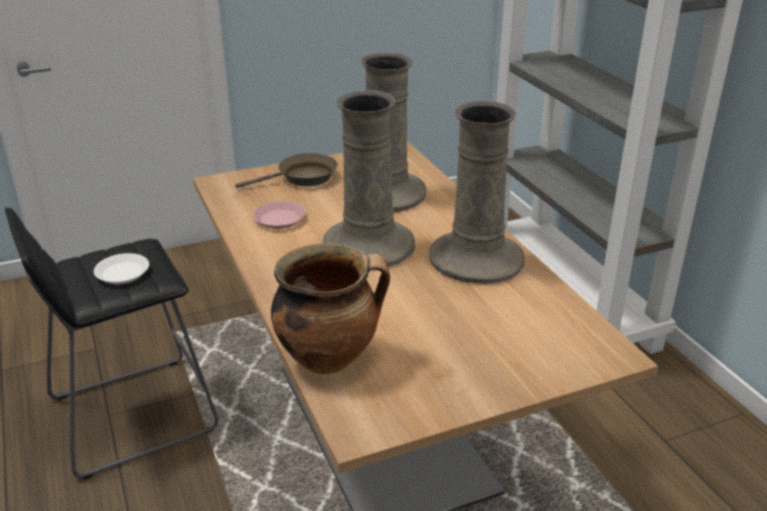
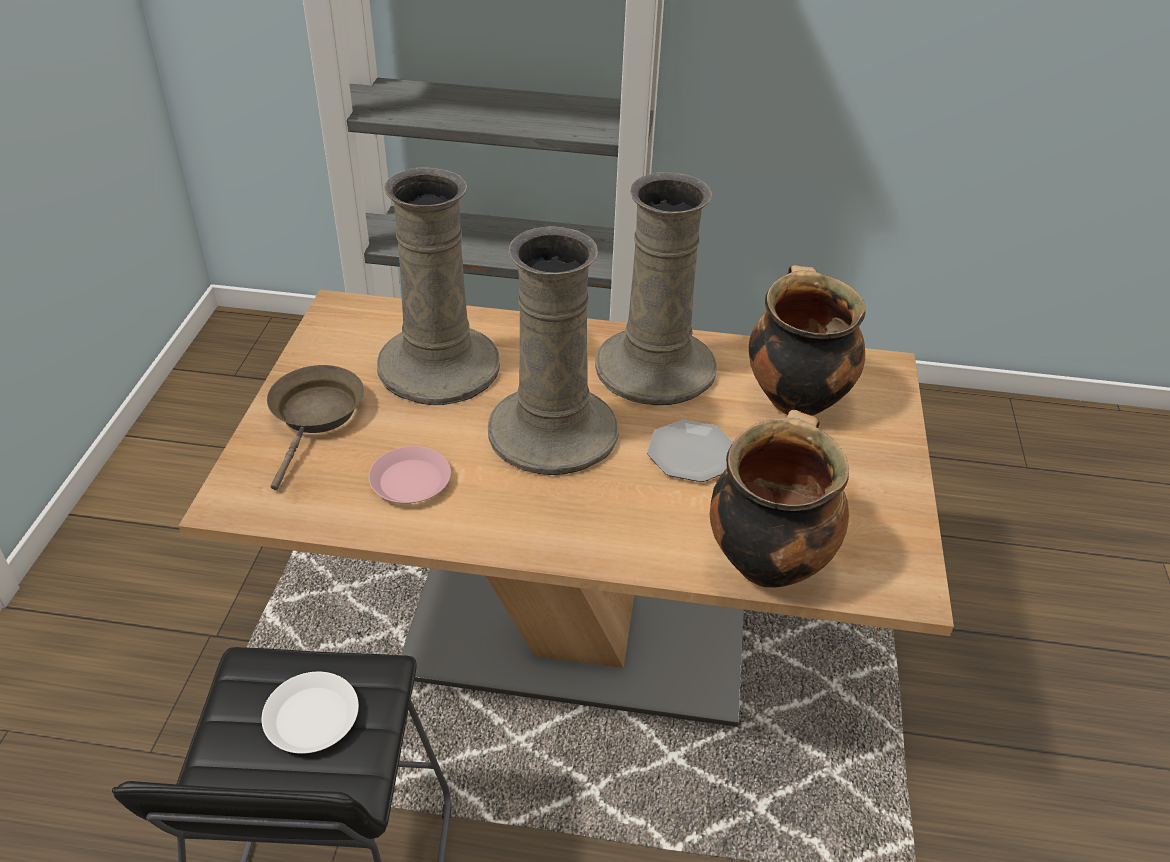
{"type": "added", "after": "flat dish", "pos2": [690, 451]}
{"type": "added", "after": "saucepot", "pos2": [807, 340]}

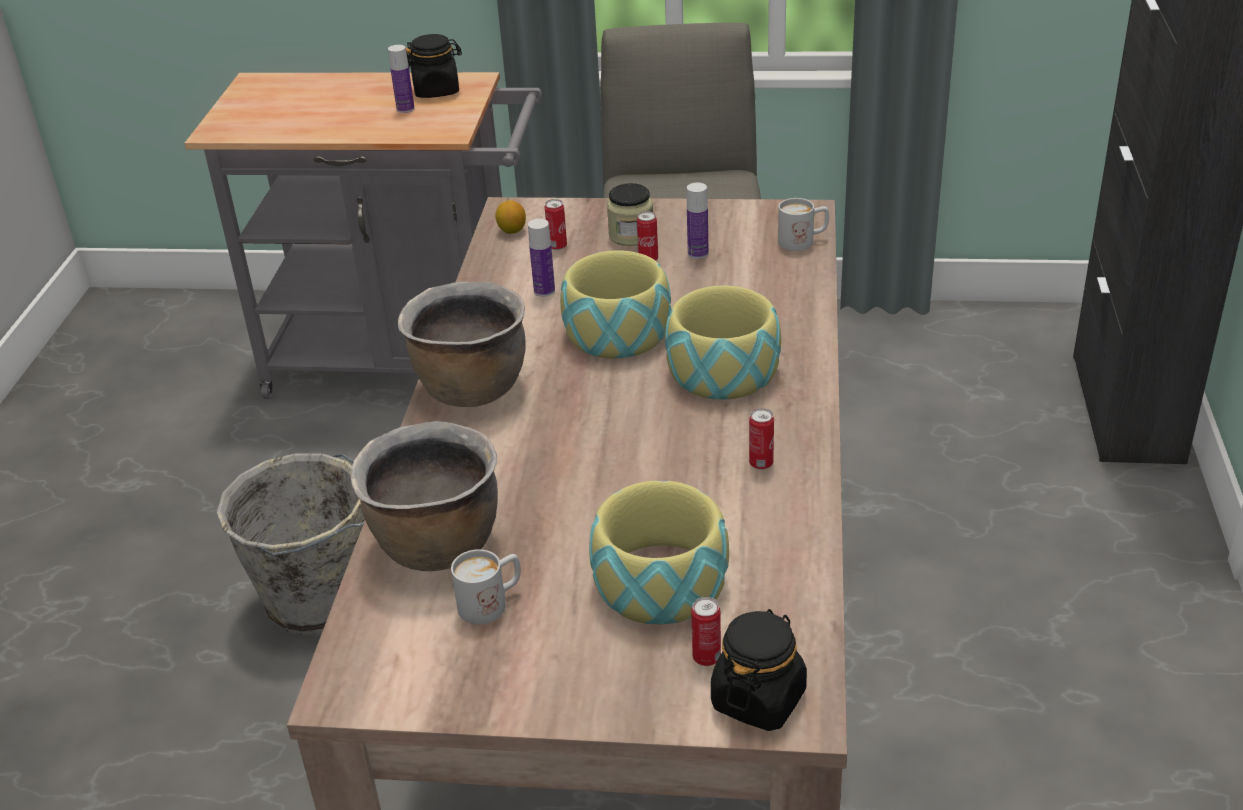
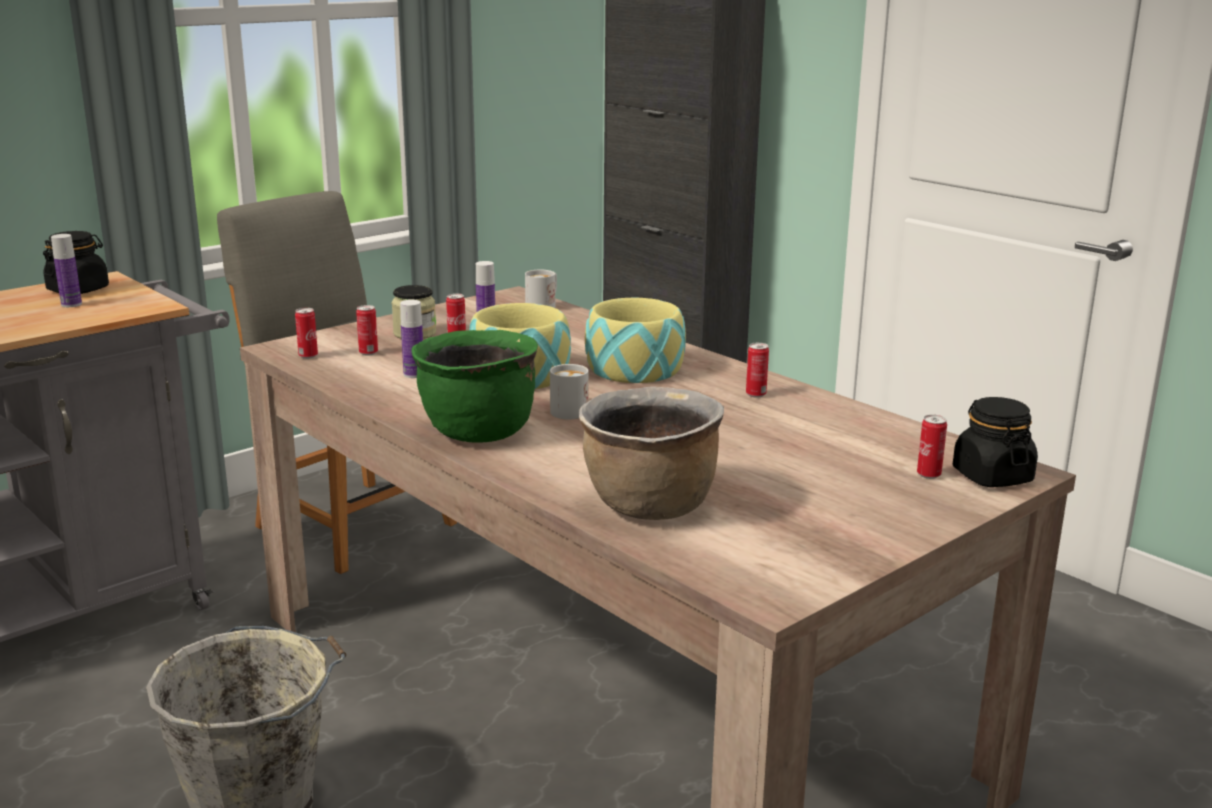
{"type": "recoloured", "before": "brown-coloured saucepot", "after": "greenish saucepot", "pos1": [462, 344], "pos2": [475, 386]}
{"type": "moved", "before": "white mug", "pos1": [486, 586], "pos2": [569, 391]}
{"type": "replaced", "before": "lemon", "after": "metal can", "pos1": [510, 217], "pos2": [306, 333]}
{"type": "removed", "before": "bowl", "pos1": [659, 552]}

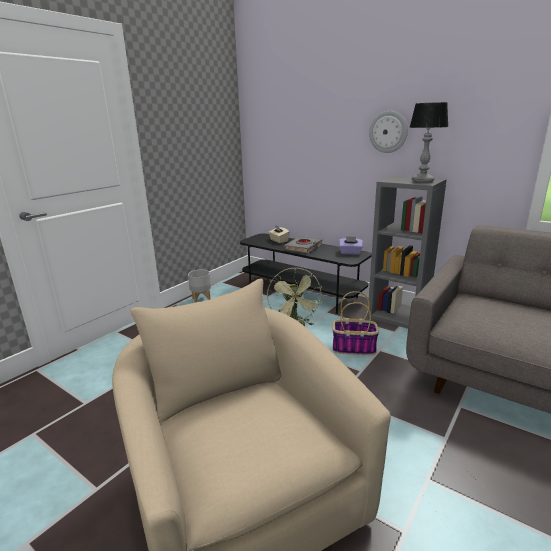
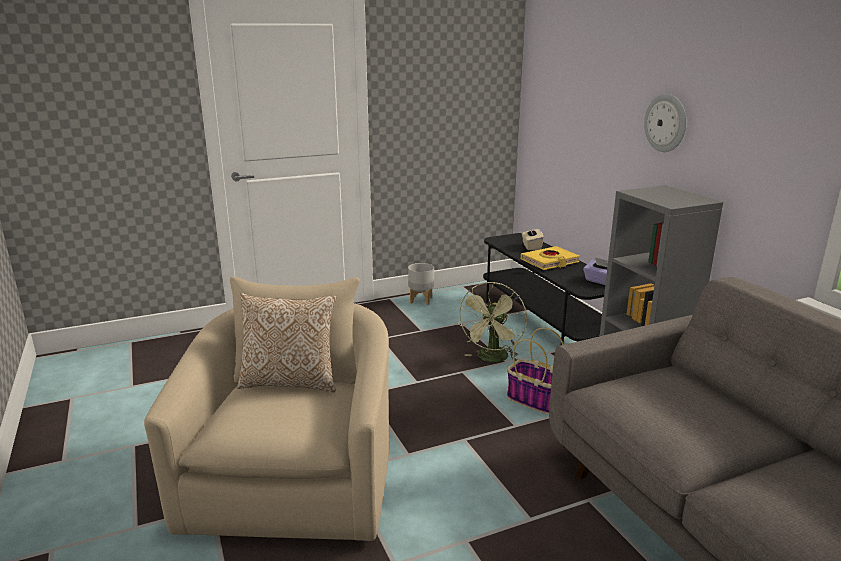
{"type": "recoloured", "before": "gray volume", "after": "yellow-coloured volume", "pos1": [303, 244], "pos2": [550, 258]}
{"type": "removed", "before": "table lamp", "pos1": [429, 142]}
{"type": "added", "after": "cushion", "pos2": [287, 343]}

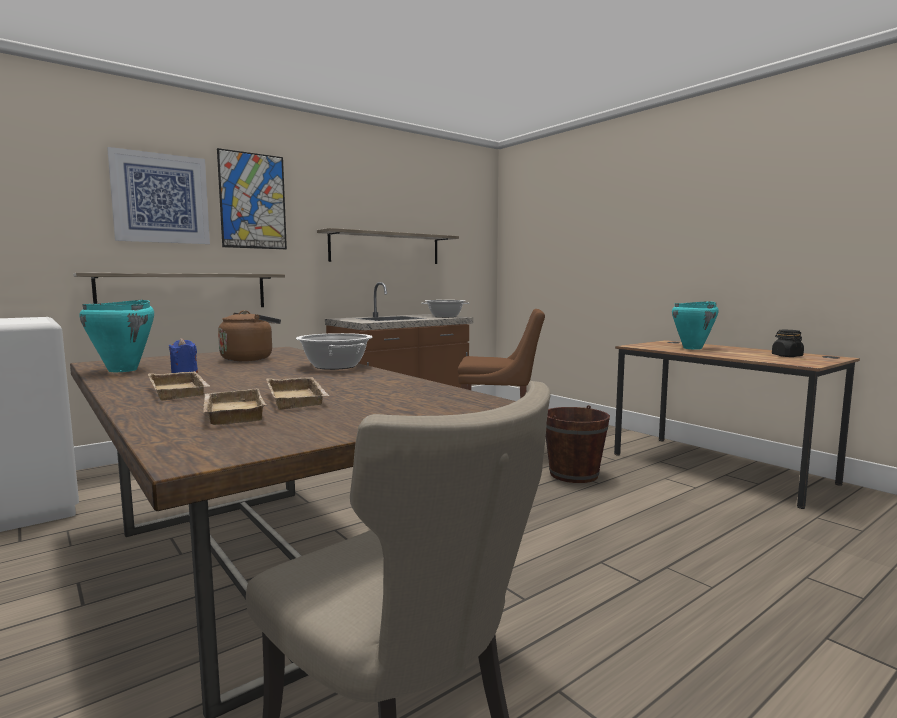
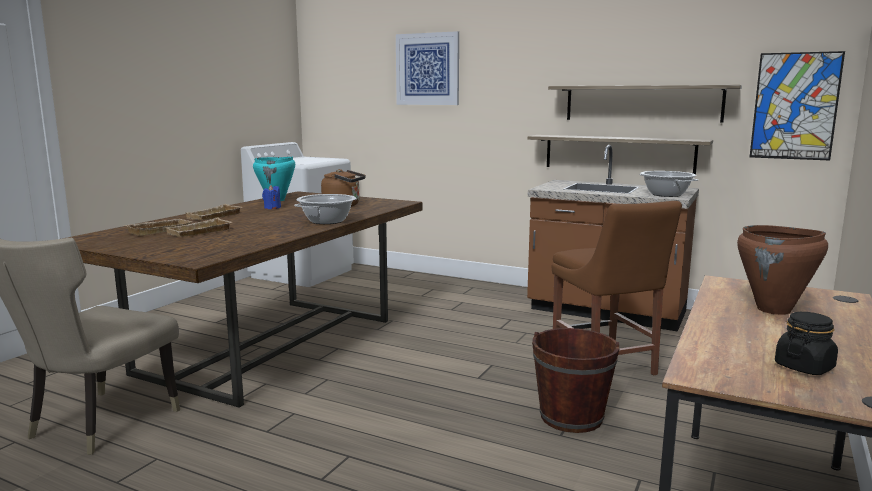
{"type": "moved", "before": "bracket shelf", "pos1": [179, 290], "pos2": [620, 154]}
{"type": "moved", "before": "wall art", "pos1": [252, 198], "pos2": [797, 105]}
{"type": "recoloured", "before": "turquoise saucepot", "after": "brown-coloured saucepot", "pos1": [695, 325], "pos2": [782, 270]}

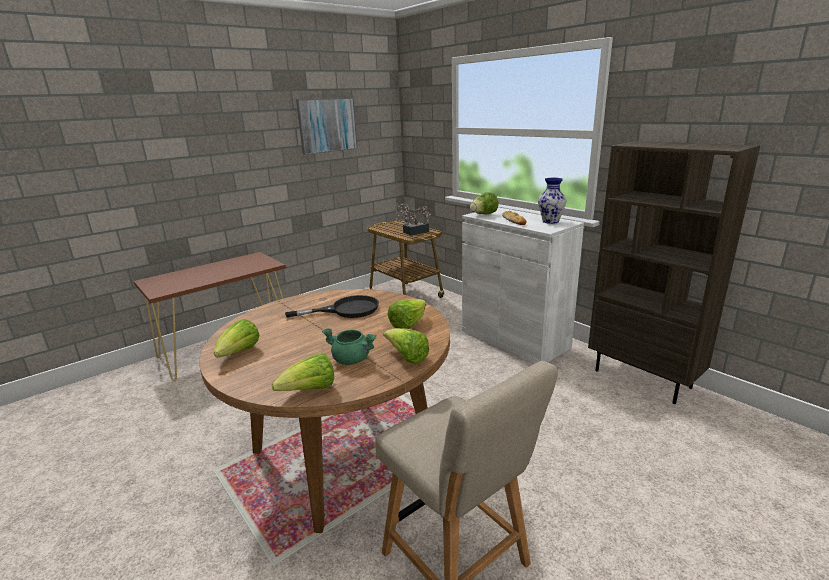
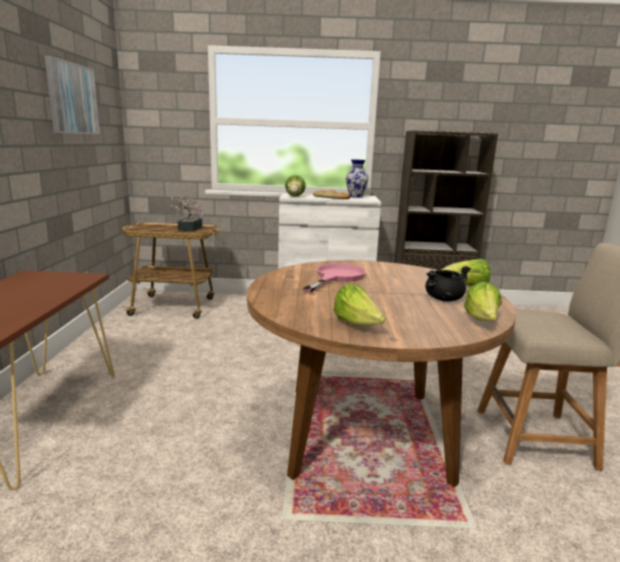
{"type": "recoloured", "before": "black skillet", "after": "pink skillet", "pos1": [332, 306], "pos2": [334, 278]}
{"type": "recoloured", "before": "greenish saucepot", "after": "black saucepot", "pos1": [349, 346], "pos2": [448, 284]}
{"type": "removed", "before": "lettuce head", "pos1": [406, 314]}

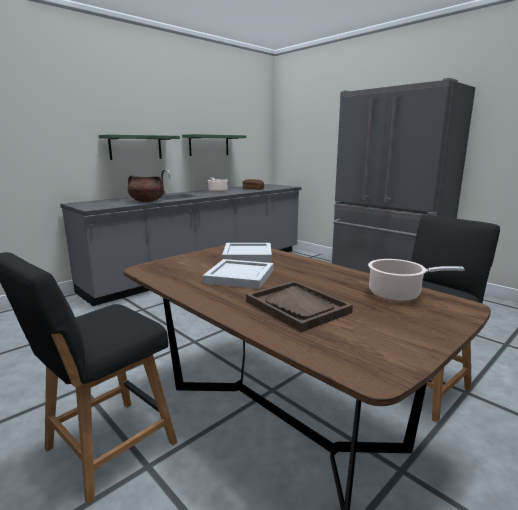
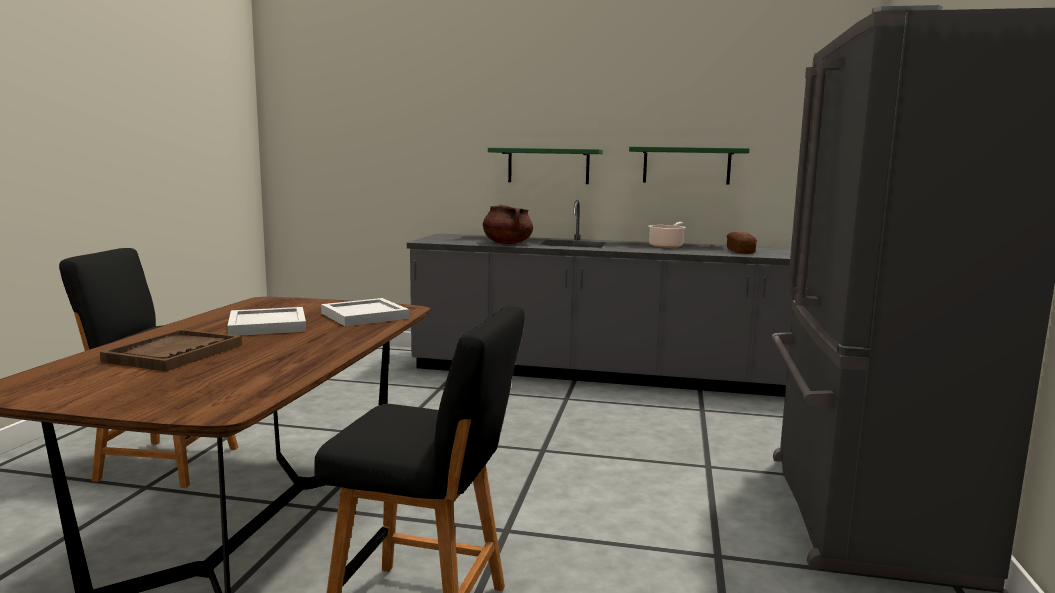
{"type": "removed", "before": "saucepot", "pos1": [416, 280]}

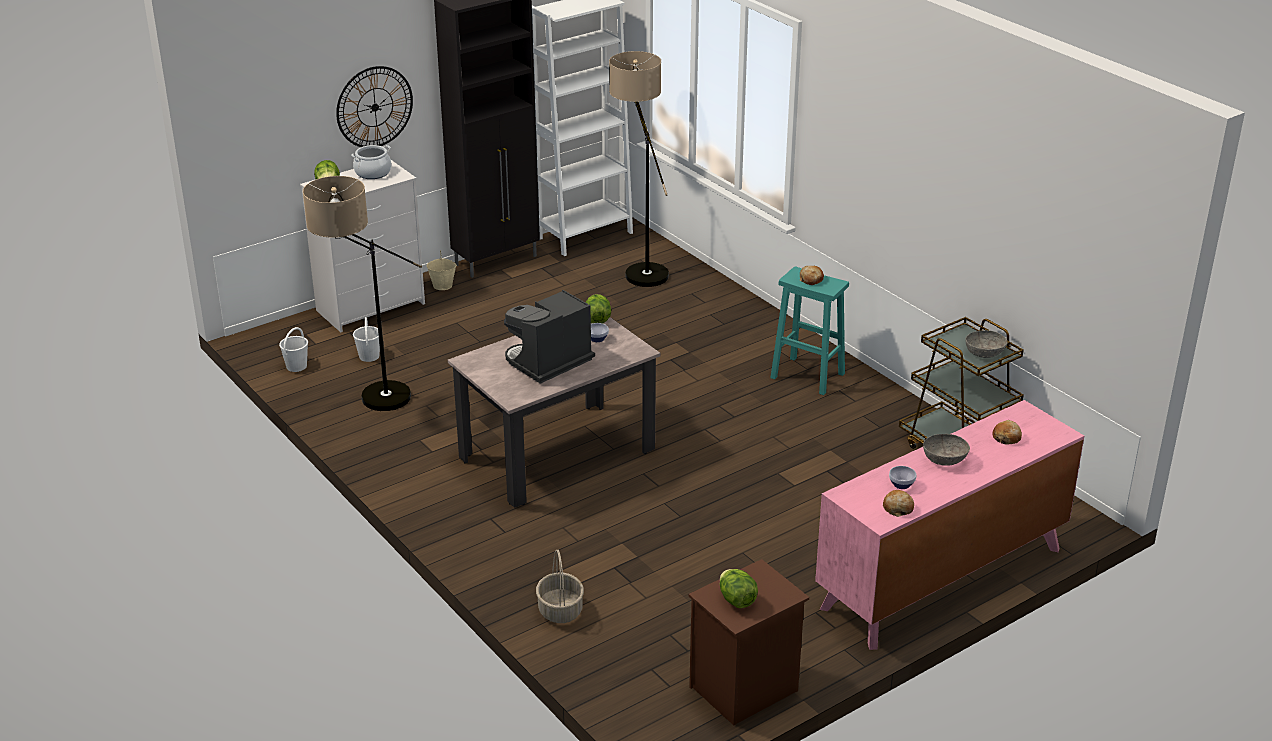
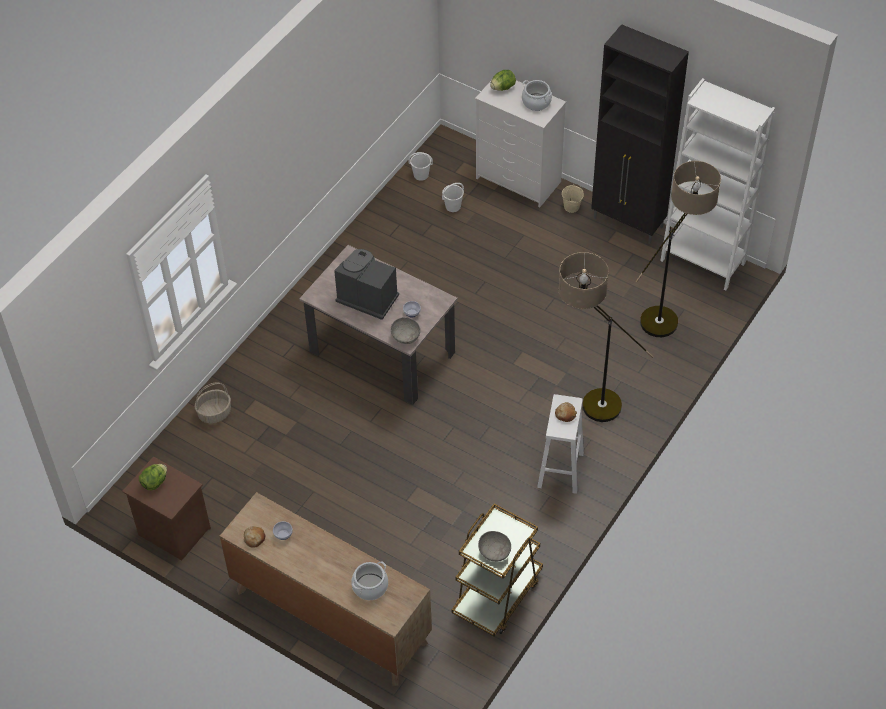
{"type": "moved", "before": "standing lamp", "pos1": [362, 293], "pos2": [606, 337]}
{"type": "removed", "before": "hanging clock", "pos1": [374, 106]}
{"type": "removed", "before": "lettuce head", "pos1": [598, 308]}
{"type": "recoloured", "before": "turquoise stool seat", "after": "white stool seat", "pos1": [809, 331], "pos2": [560, 444]}
{"type": "recoloured", "before": "pink dresser", "after": "brown-coloured dresser", "pos1": [949, 525], "pos2": [326, 588]}
{"type": "moved", "before": "gray bowl", "pos1": [946, 450], "pos2": [405, 330]}
{"type": "replaced", "before": "bakery bread", "after": "saucepot", "pos1": [1007, 432], "pos2": [369, 580]}

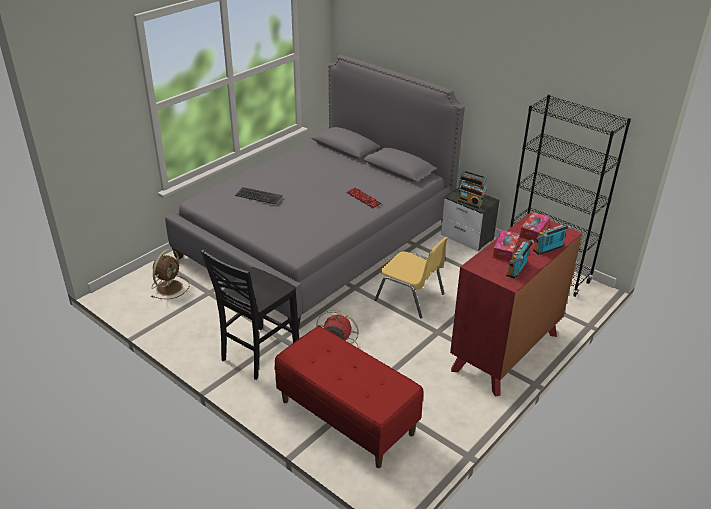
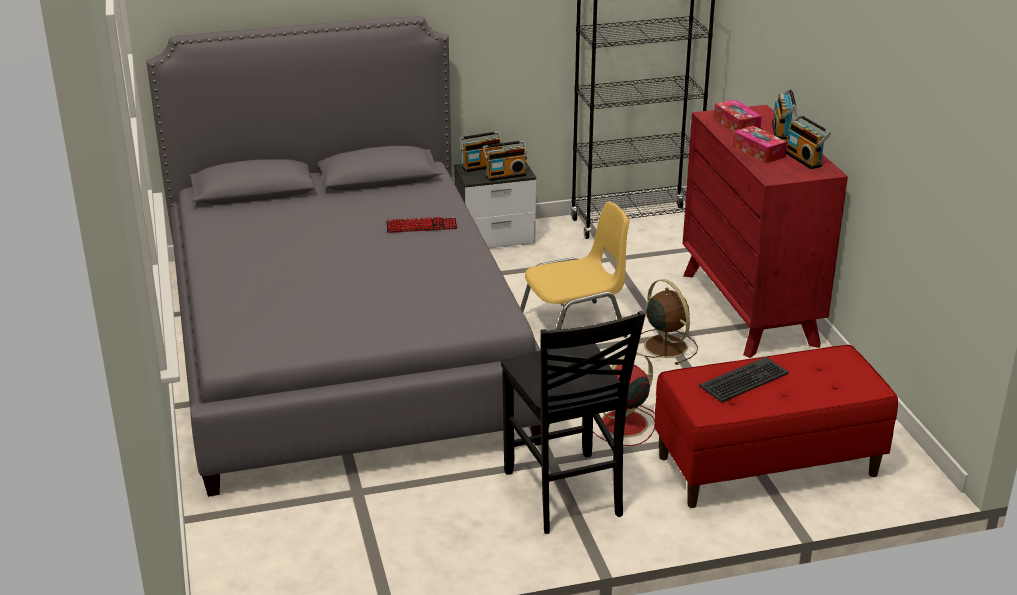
{"type": "moved", "before": "brown-coloured electric fan", "pos1": [170, 274], "pos2": [667, 322]}
{"type": "moved", "before": "PC keyboard", "pos1": [258, 195], "pos2": [744, 379]}

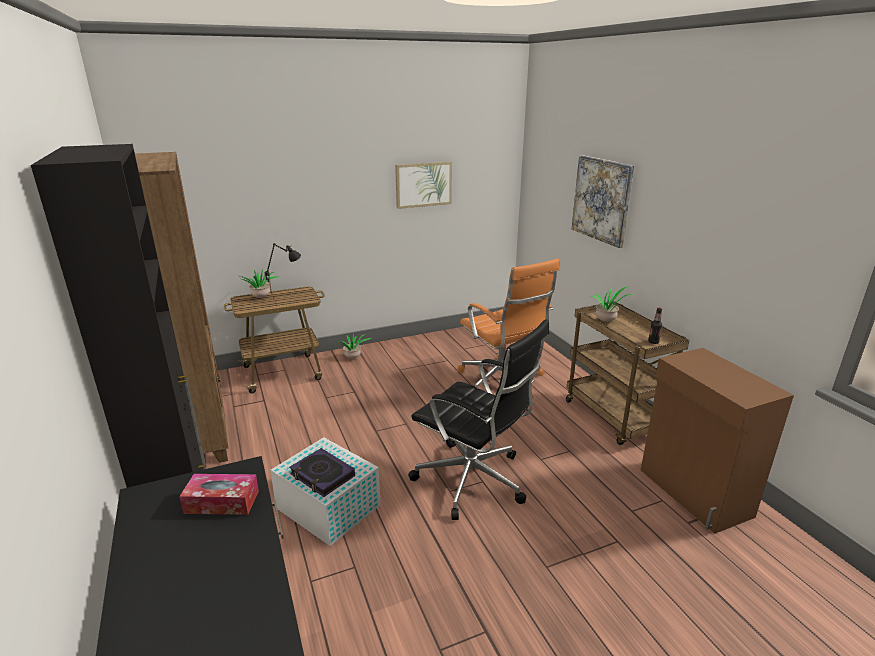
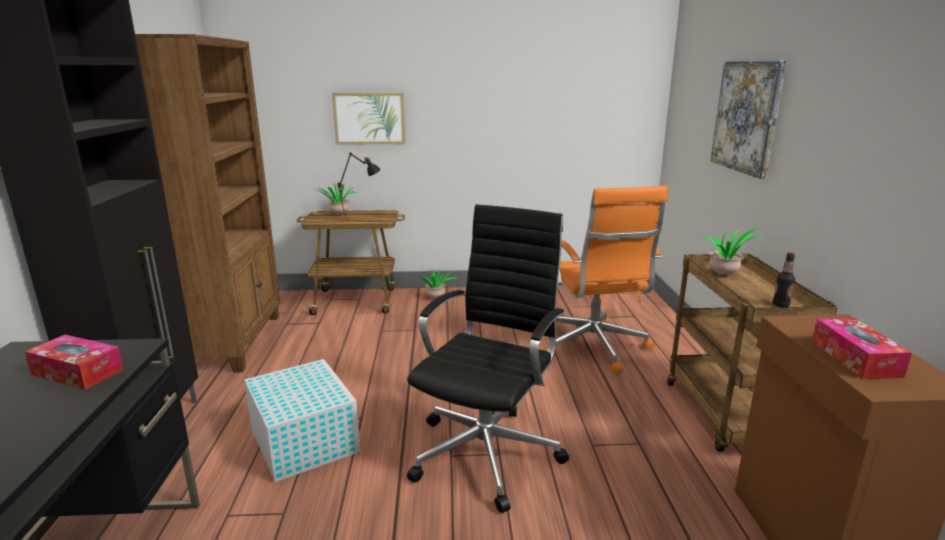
{"type": "removed", "before": "volume", "pos1": [322, 472]}
{"type": "moved", "before": "wall art", "pos1": [423, 185], "pos2": [368, 119]}
{"type": "turned", "before": "black office chair", "pos1": [478, 419], "pos2": [488, 358], "turn": -120}
{"type": "added", "after": "box of tissues", "pos2": [862, 348]}

